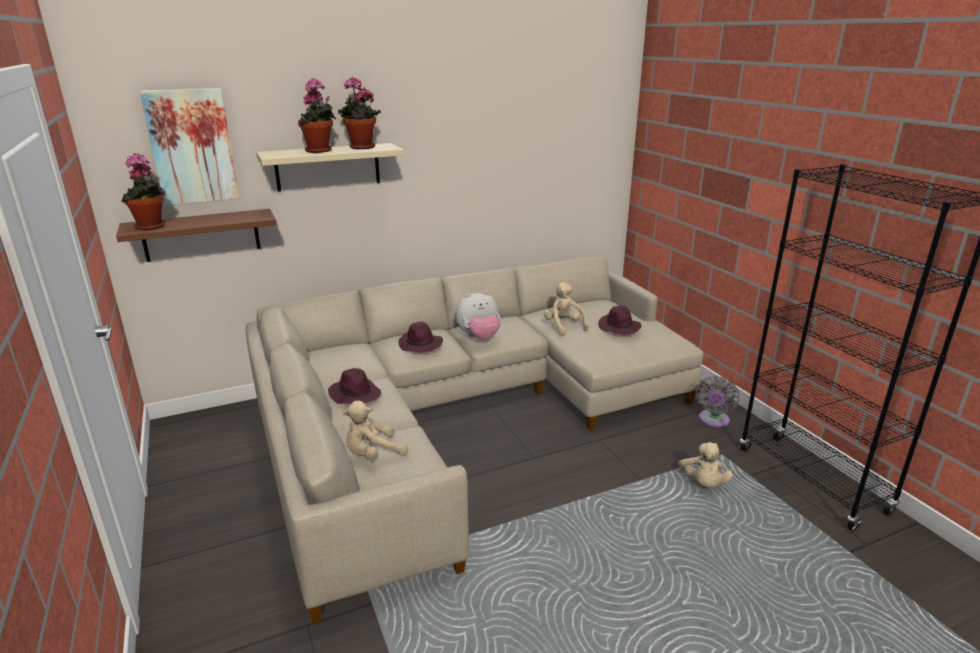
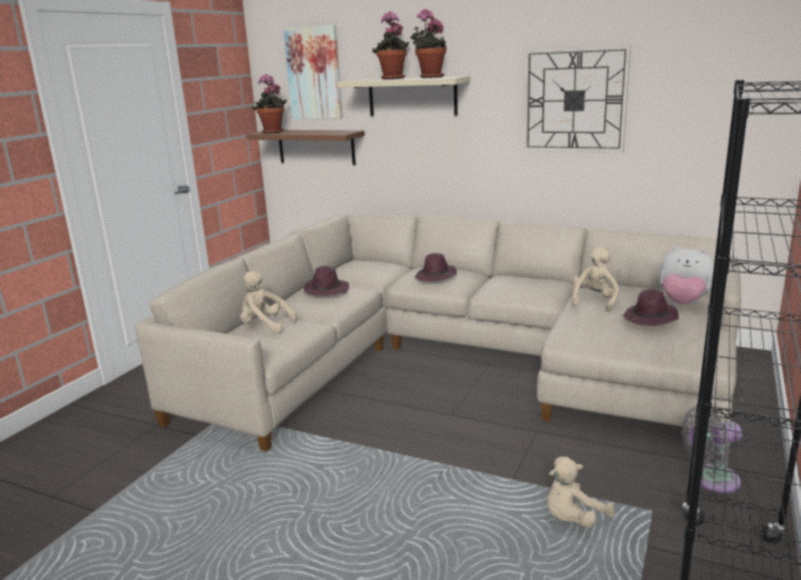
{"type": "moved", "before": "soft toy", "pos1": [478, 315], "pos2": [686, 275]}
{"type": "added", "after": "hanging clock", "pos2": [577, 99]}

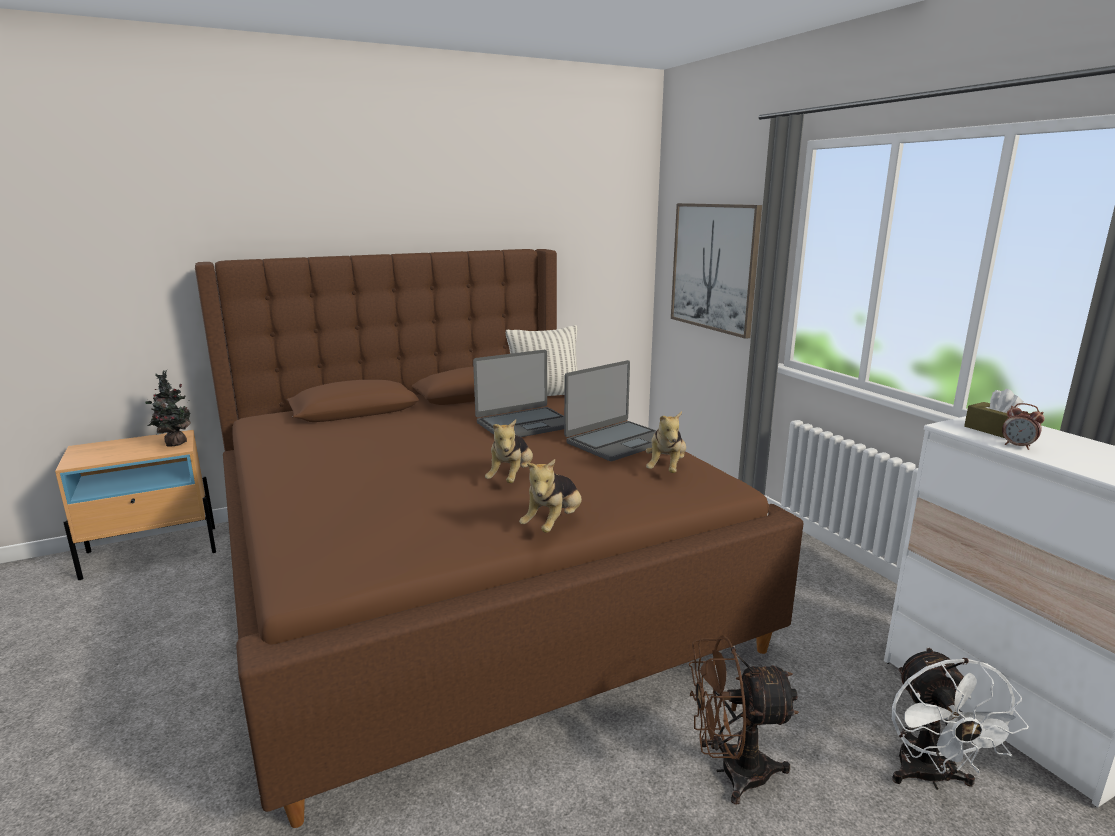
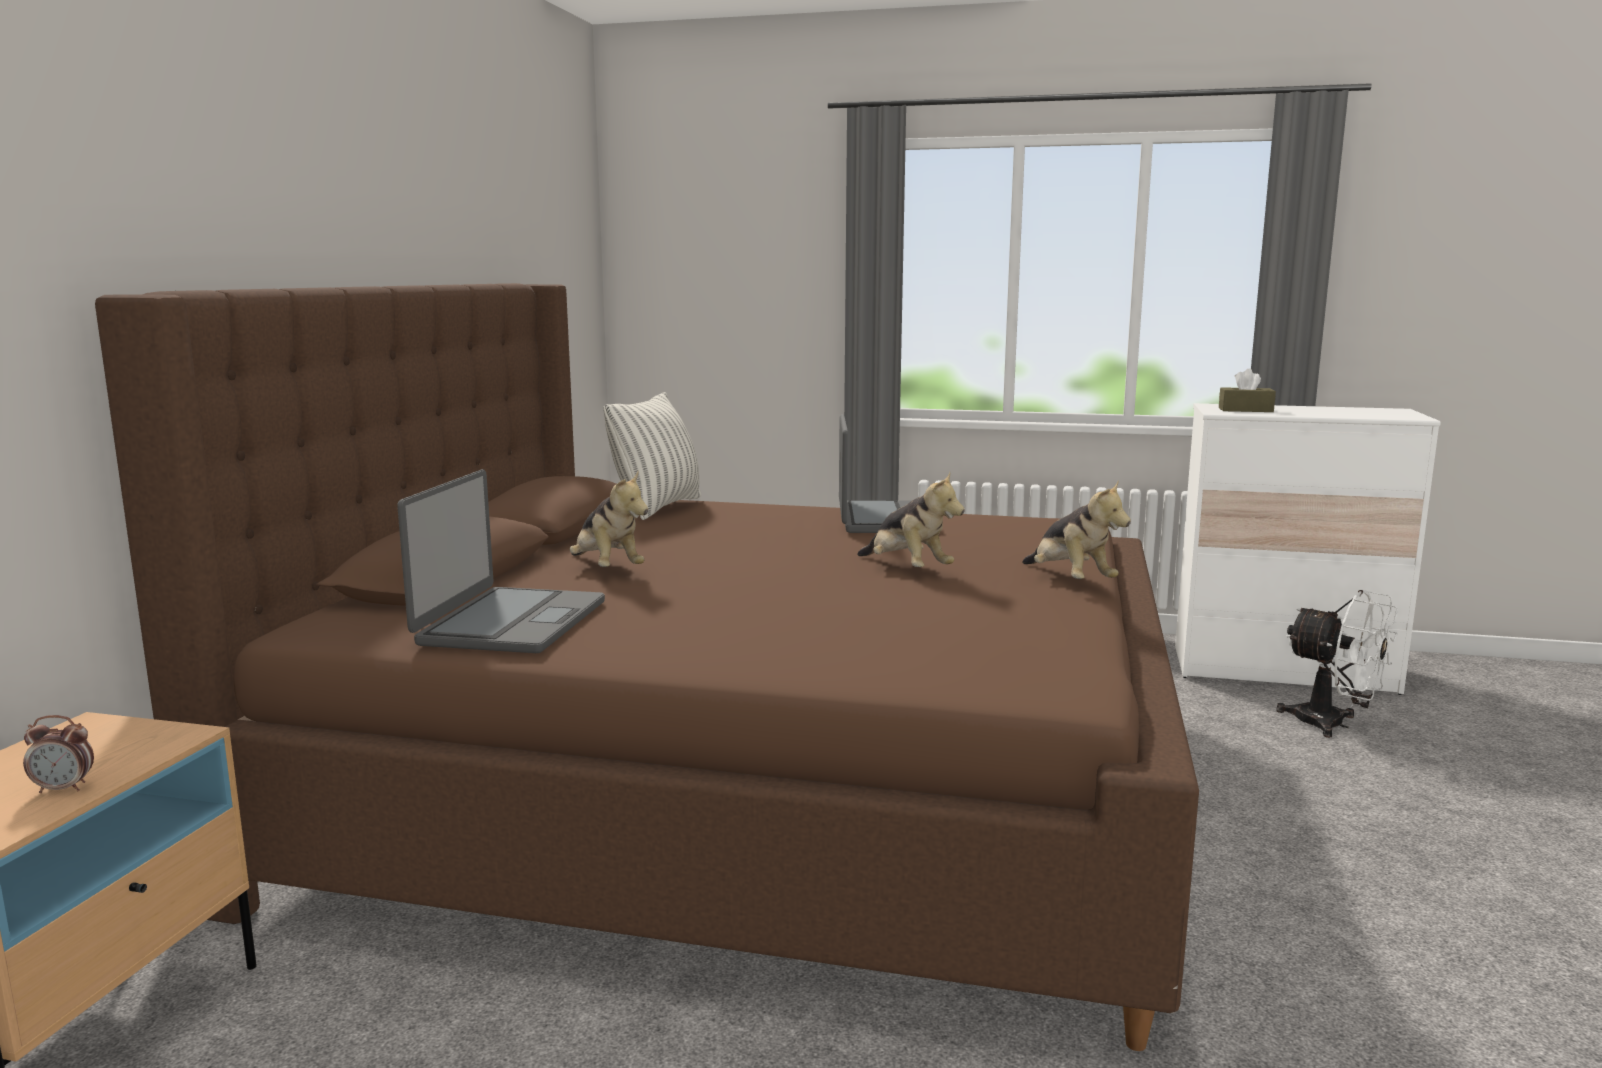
{"type": "removed", "before": "houseplant", "pos1": [168, 408]}
{"type": "moved", "before": "notebook computer", "pos1": [518, 393], "pos2": [501, 561]}
{"type": "moved", "before": "soft toy", "pos1": [666, 442], "pos2": [609, 519]}
{"type": "removed", "before": "wall art", "pos1": [716, 271]}
{"type": "removed", "before": "brown-coloured electric fan", "pos1": [744, 720]}
{"type": "moved", "before": "table clock", "pos1": [1023, 426], "pos2": [58, 754]}

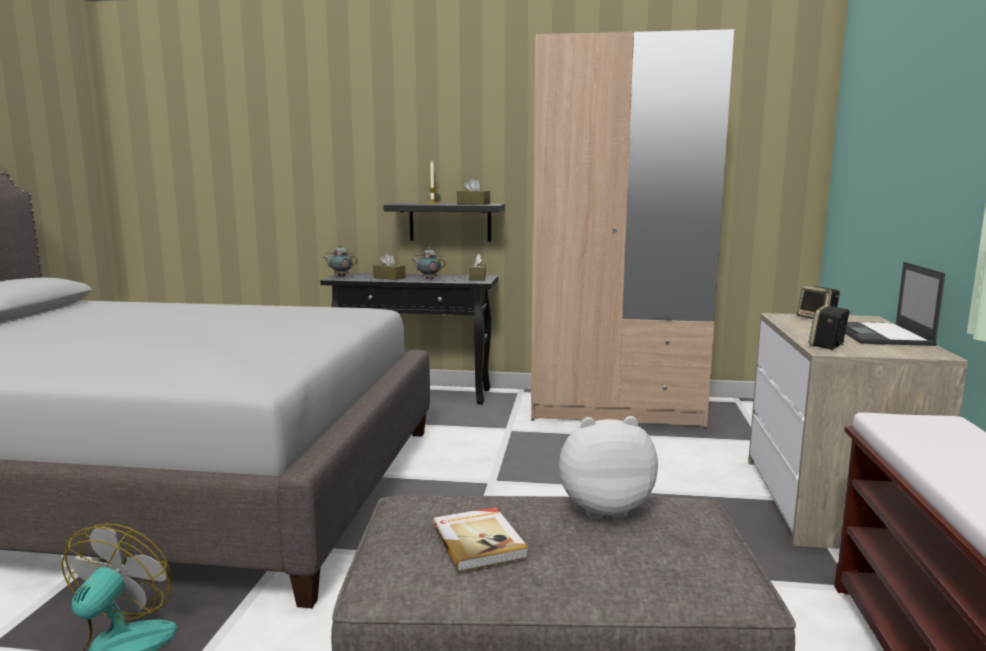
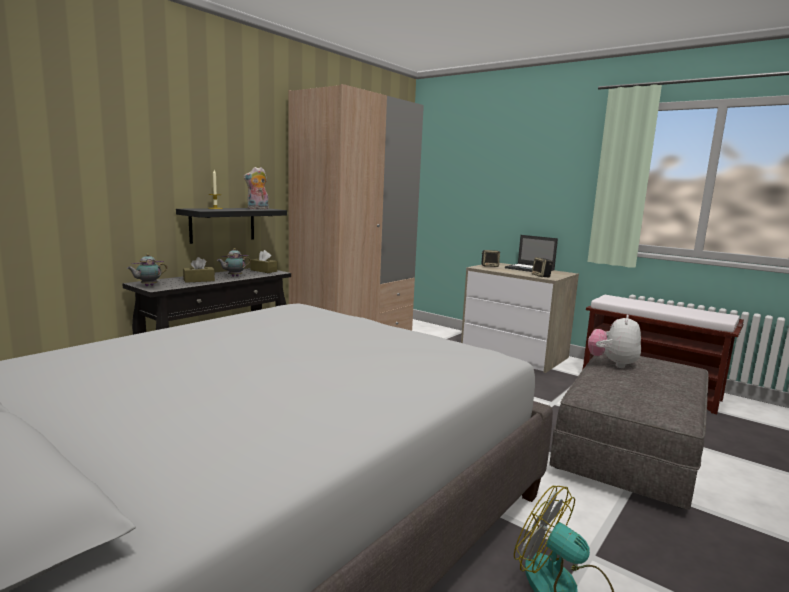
{"type": "removed", "before": "volume", "pos1": [480, 539]}
{"type": "replaced", "before": "brown-coloured box of tissues", "after": "soft toy", "pos1": [473, 191], "pos2": [256, 188]}

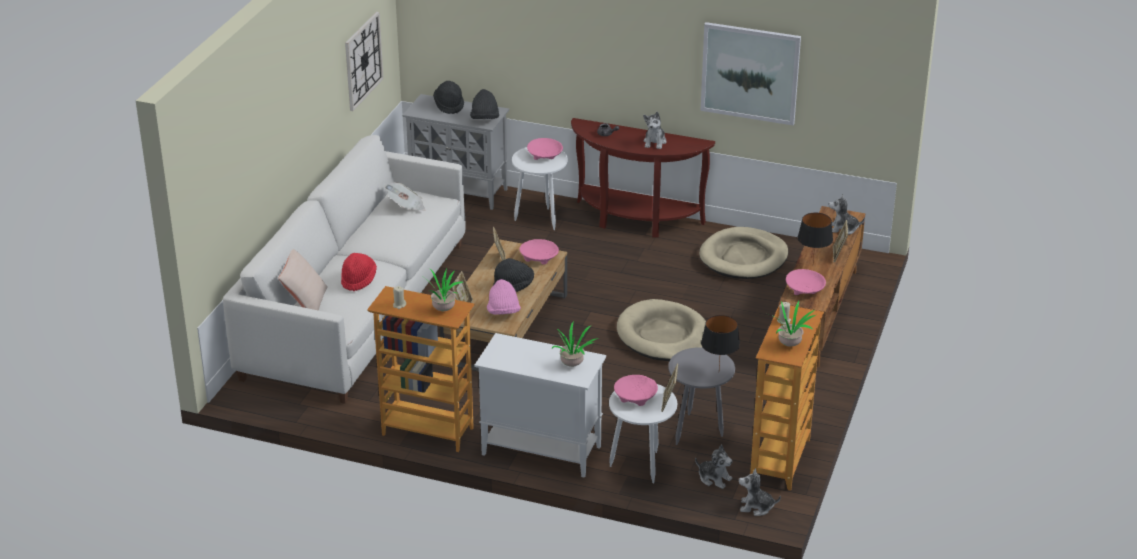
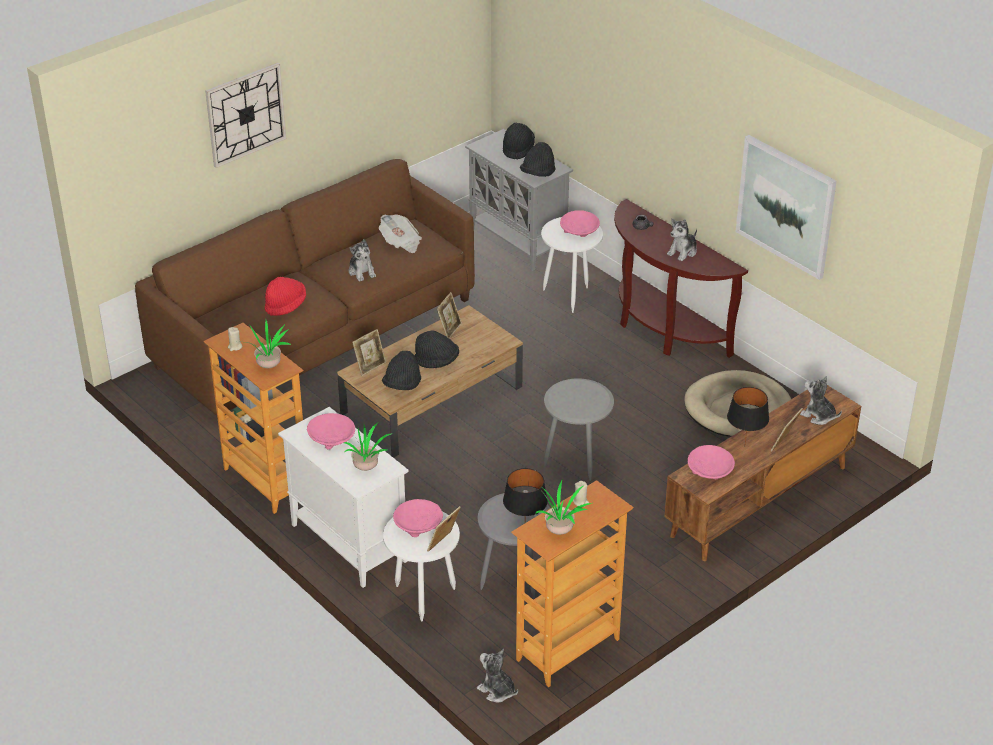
{"type": "recoloured", "before": "white couch", "after": "brown-coloured couch", "pos1": [344, 269], "pos2": [305, 289]}
{"type": "removed", "before": "beige-coloured cushion", "pos1": [303, 280]}
{"type": "moved", "before": "hanging clock", "pos1": [364, 61], "pos2": [245, 115]}
{"type": "recoloured", "before": "pink clothing hat", "after": "black clothing hat", "pos1": [504, 297], "pos2": [401, 370]}
{"type": "moved", "before": "pink bowl", "pos1": [539, 252], "pos2": [331, 431]}
{"type": "replaced", "before": "beige-coloured dog bed", "after": "gray side table", "pos1": [661, 330], "pos2": [579, 429]}
{"type": "moved", "before": "soft toy", "pos1": [714, 466], "pos2": [362, 260]}

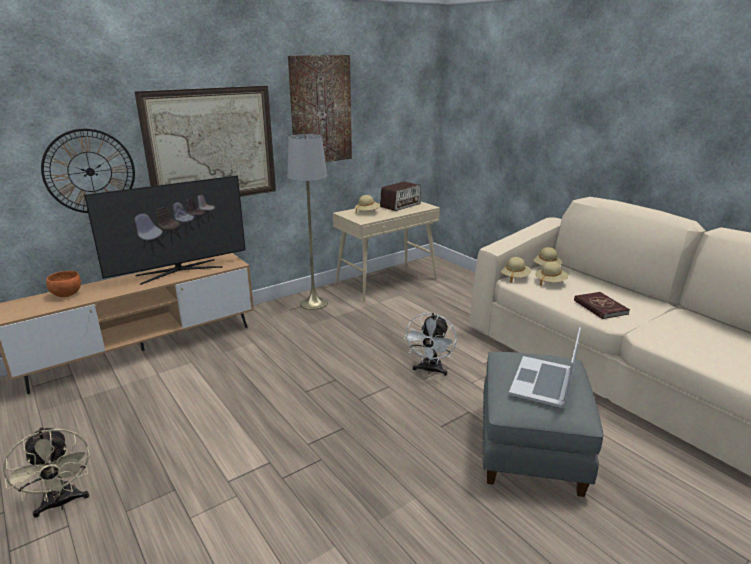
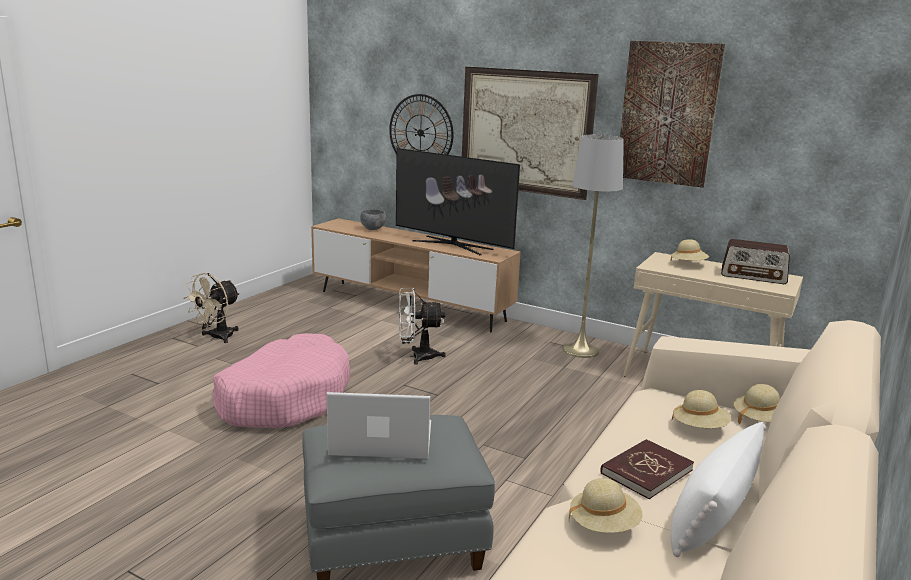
{"type": "recoloured", "before": "orange-coloured bowl", "after": "gray bowl", "pos1": [63, 284], "pos2": [373, 219]}
{"type": "moved", "before": "white electric fan", "pos1": [430, 344], "pos2": [422, 326]}
{"type": "moved", "before": "beige-coloured clothing hat", "pos1": [516, 270], "pos2": [605, 505]}
{"type": "added", "after": "pink dog bed", "pos2": [282, 380]}
{"type": "added", "after": "white cushion", "pos2": [718, 489]}

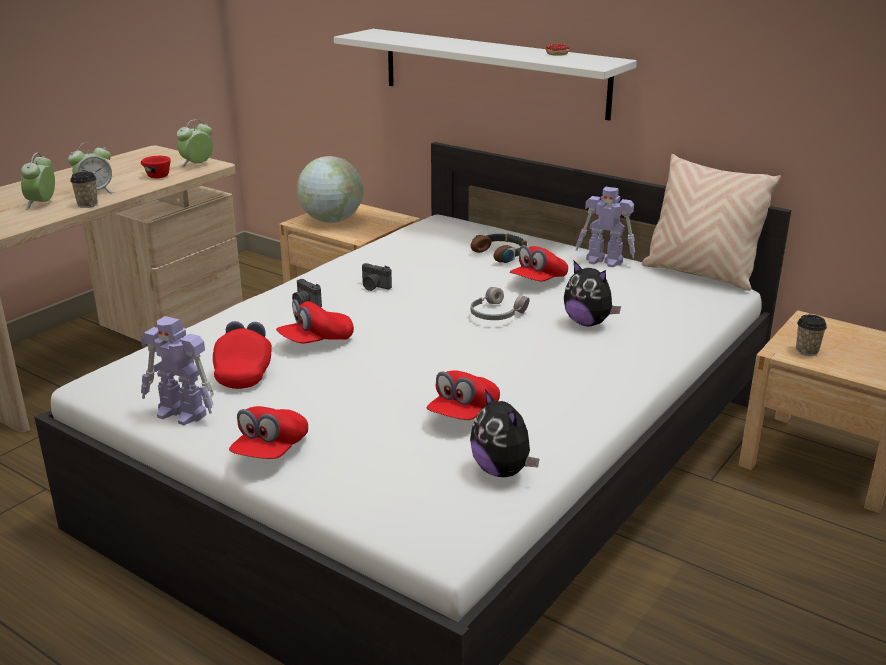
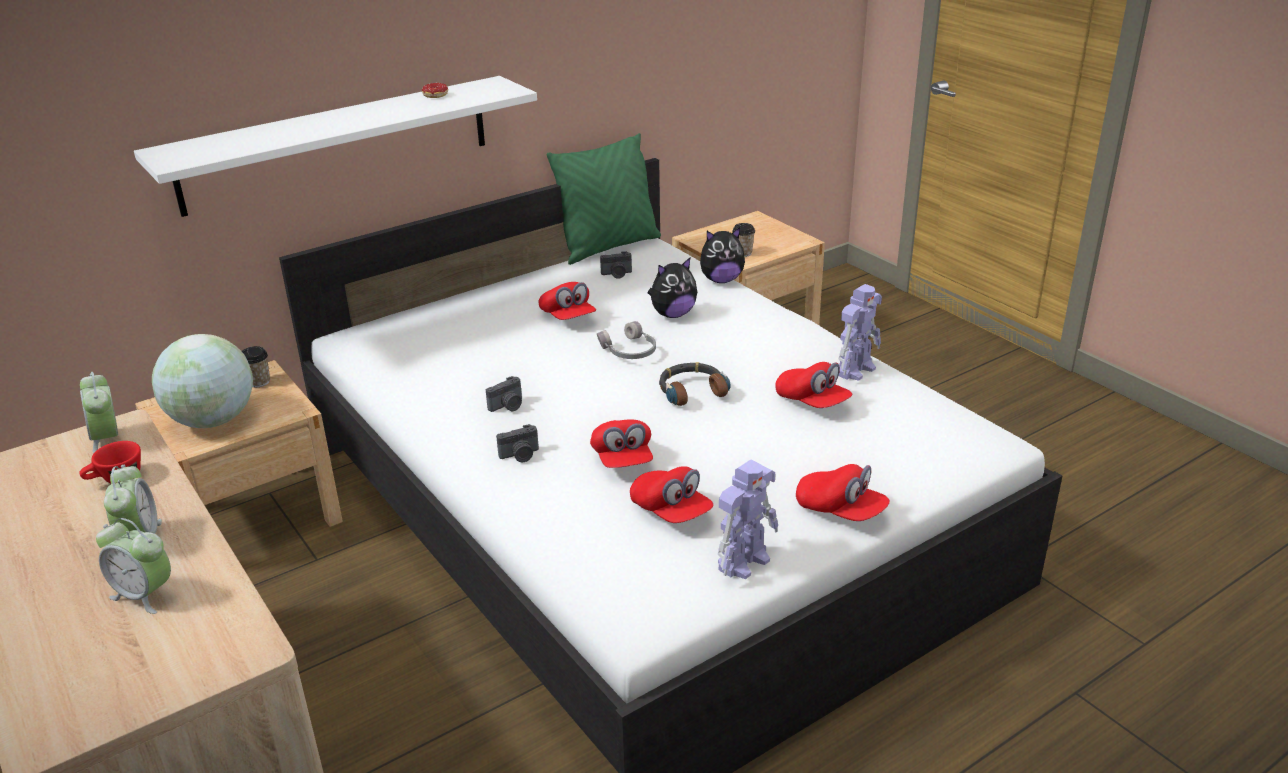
{"type": "moved", "before": "drinking cup", "pos1": [84, 190], "pos2": [256, 366]}
{"type": "turned", "before": "red cap", "pos1": [242, 355], "pos2": [672, 494], "turn": -150}
{"type": "moved", "before": "soft toy", "pos1": [504, 433], "pos2": [722, 255]}
{"type": "moved", "before": "headphones", "pos1": [499, 248], "pos2": [695, 384]}
{"type": "moved", "before": "model robot", "pos1": [605, 227], "pos2": [860, 332]}
{"type": "recoloured", "before": "beige-coloured cushion", "after": "greenish cushion", "pos1": [711, 222], "pos2": [604, 199]}
{"type": "added", "after": "still camera", "pos2": [616, 265]}

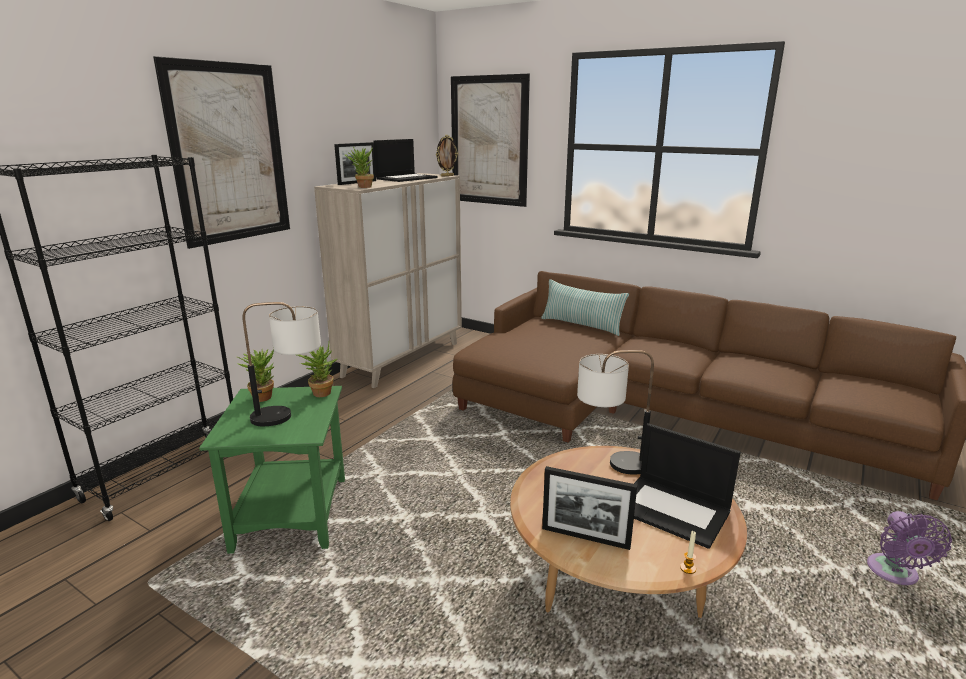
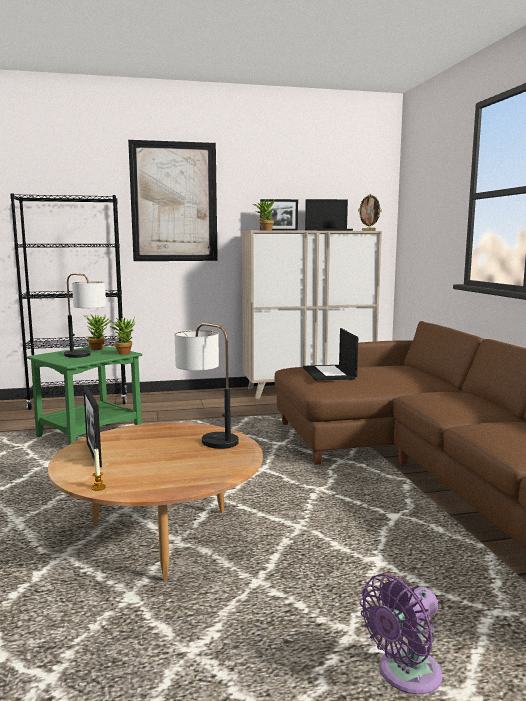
{"type": "removed", "before": "wall art", "pos1": [490, 140]}
{"type": "removed", "before": "cushion", "pos1": [585, 307]}
{"type": "moved", "before": "notebook computer", "pos1": [687, 486], "pos2": [330, 354]}

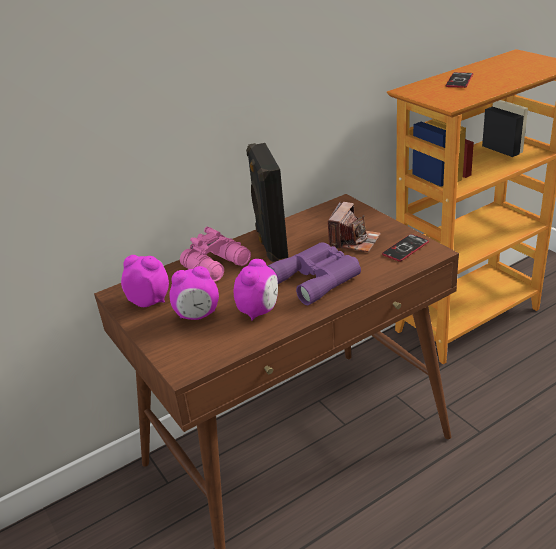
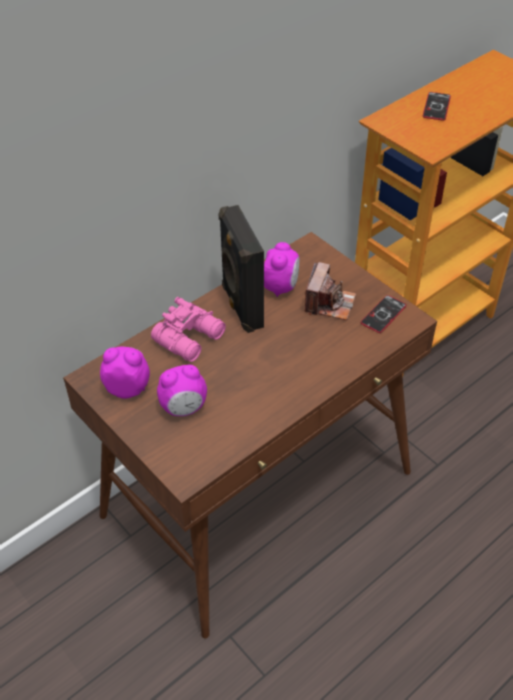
{"type": "moved", "before": "table clock", "pos1": [256, 290], "pos2": [281, 269]}
{"type": "removed", "before": "purple-coloured field glasses", "pos1": [314, 273]}

